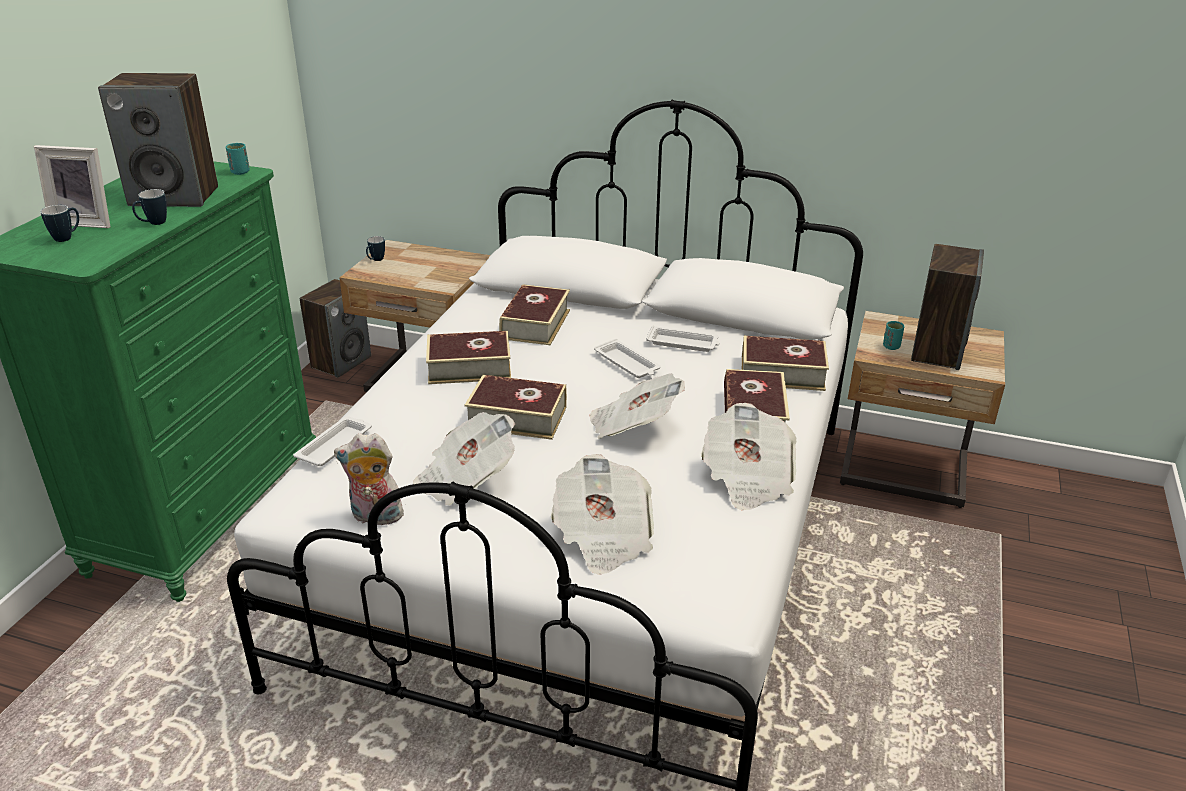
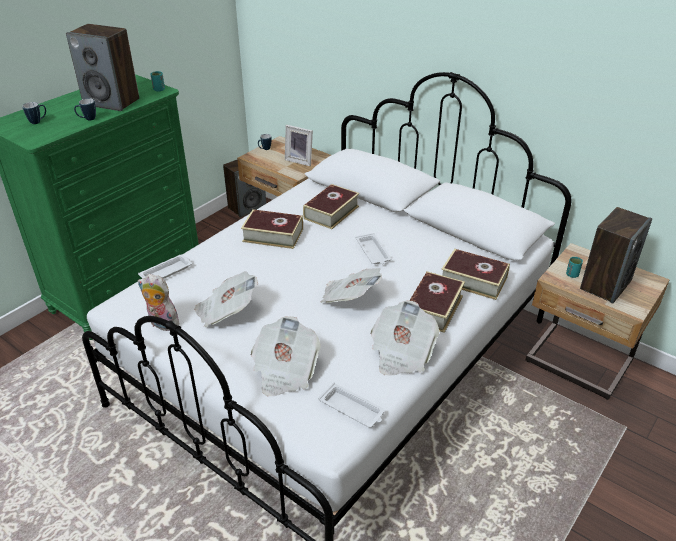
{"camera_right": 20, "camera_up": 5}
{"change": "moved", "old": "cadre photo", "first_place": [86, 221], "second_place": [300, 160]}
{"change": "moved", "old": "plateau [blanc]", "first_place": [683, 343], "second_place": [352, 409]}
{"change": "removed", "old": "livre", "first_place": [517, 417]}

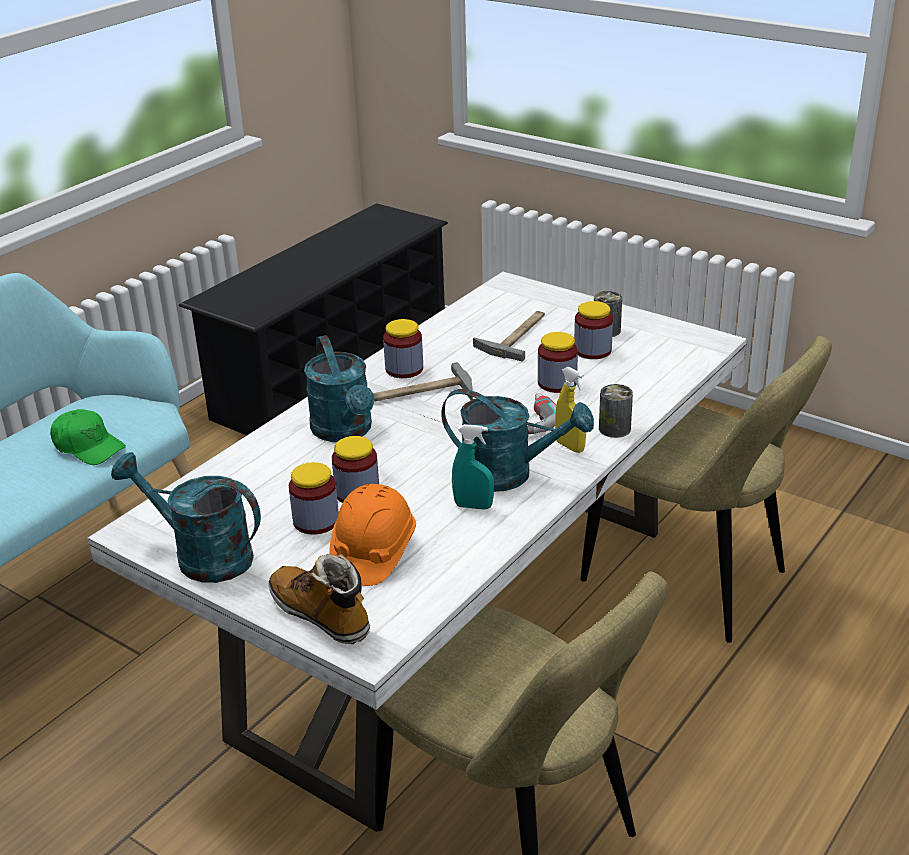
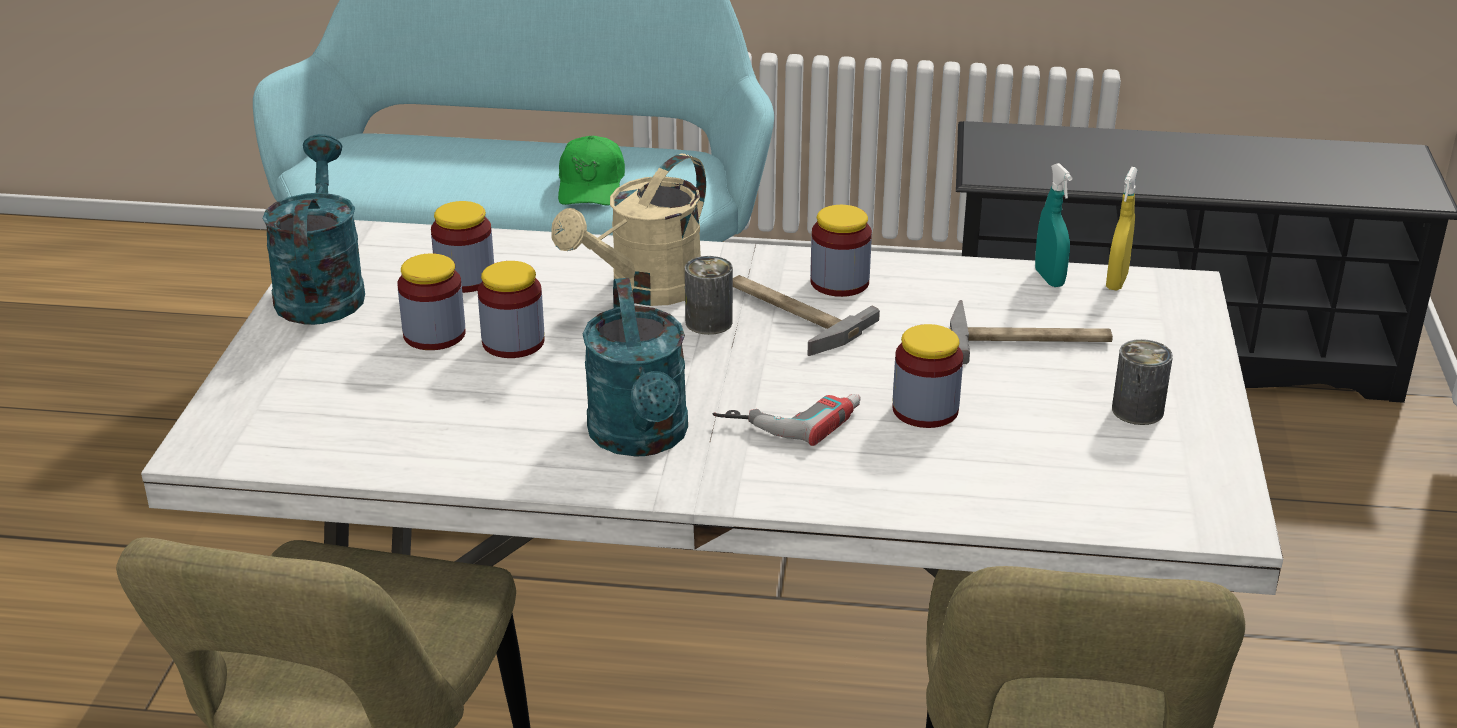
{"camera_right": 60, "camera_up": 0}
{"change": "moved", "old": "bocal", "first_place": [592, 350], "second_place": [465, 278]}
{"change": "recoloured", "old": "arrosoir [turquoise]", "new": "arrosoir [beige]", "first_place": [345, 432], "second_place": [645, 291]}
{"change": "moved", "old": "boîte métallique", "first_place": [614, 429], "second_place": [708, 322]}
{"change": "moved", "old": "vaporisateur [turquoise]", "first_place": [473, 506], "second_place": [1049, 278]}
{"change": "moved", "old": "vaporisateur [jaune]", "first_place": [570, 446], "second_place": [1116, 282]}
{"change": "removed", "old": "botte", "first_place": [321, 614]}
{"change": "removed", "old": "casque de chantier [orange]", "first_place": [373, 553]}

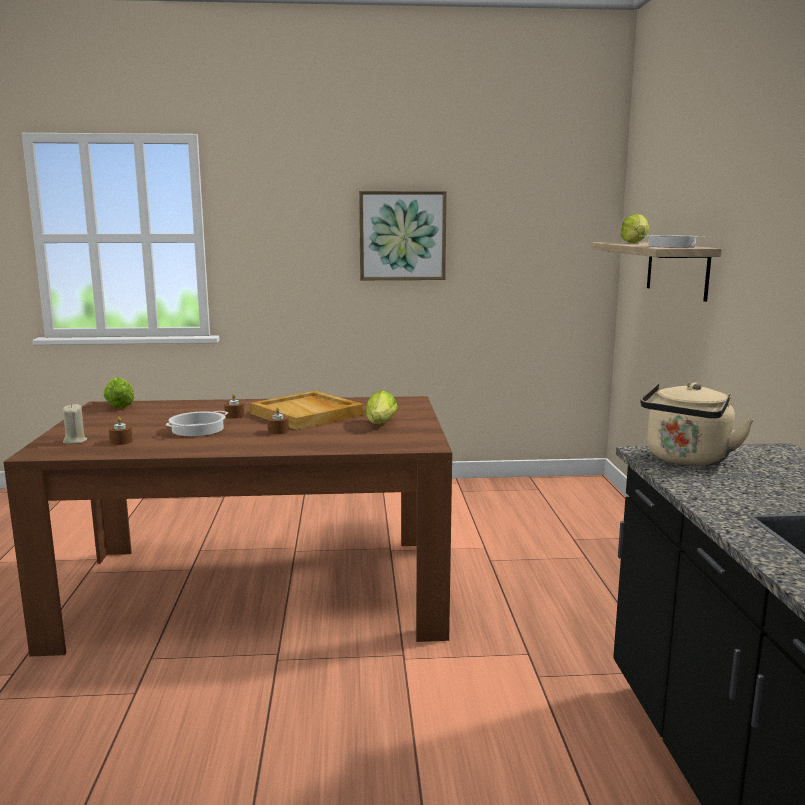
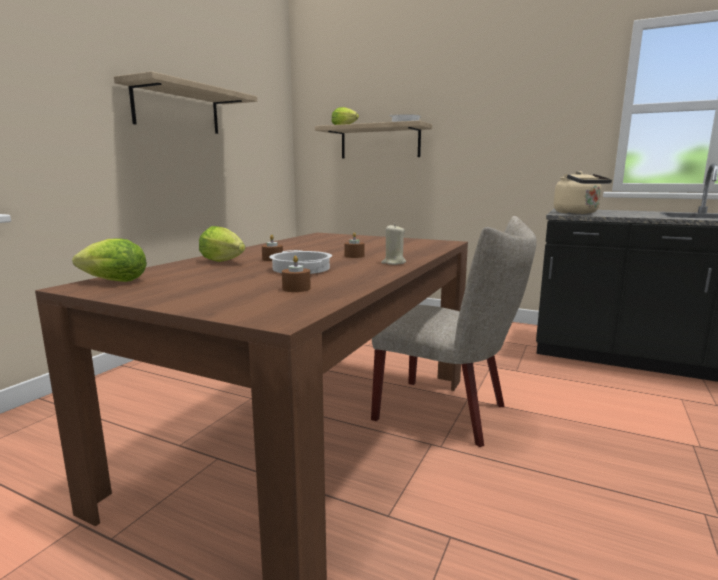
{"camera_right": -60, "camera_up": 0}
{"change": "replaced", "old": "tableau", "new": "étagère", "first_place": [402, 236], "second_place": [177, 109]}
{"change": "moved", "old": "laitue", "first_place": [380, 425], "second_place": [225, 262]}
{"change": "added", "new": "chaise [beige]", "second_place": [449, 413]}
{"change": "moved", "old": "bougie [beige]", "first_place": [75, 441], "second_place": [393, 263]}
{"change": "removed", "old": "plateau [beige]", "first_place": [307, 414]}

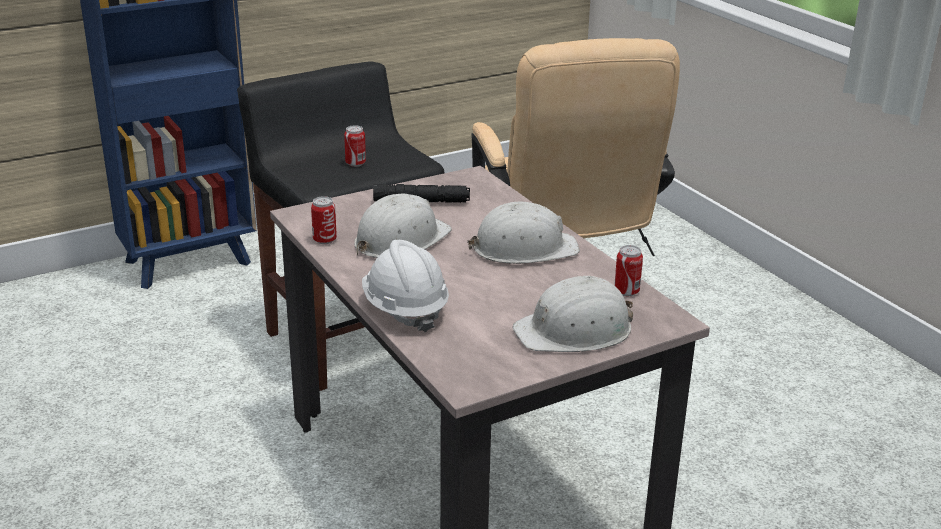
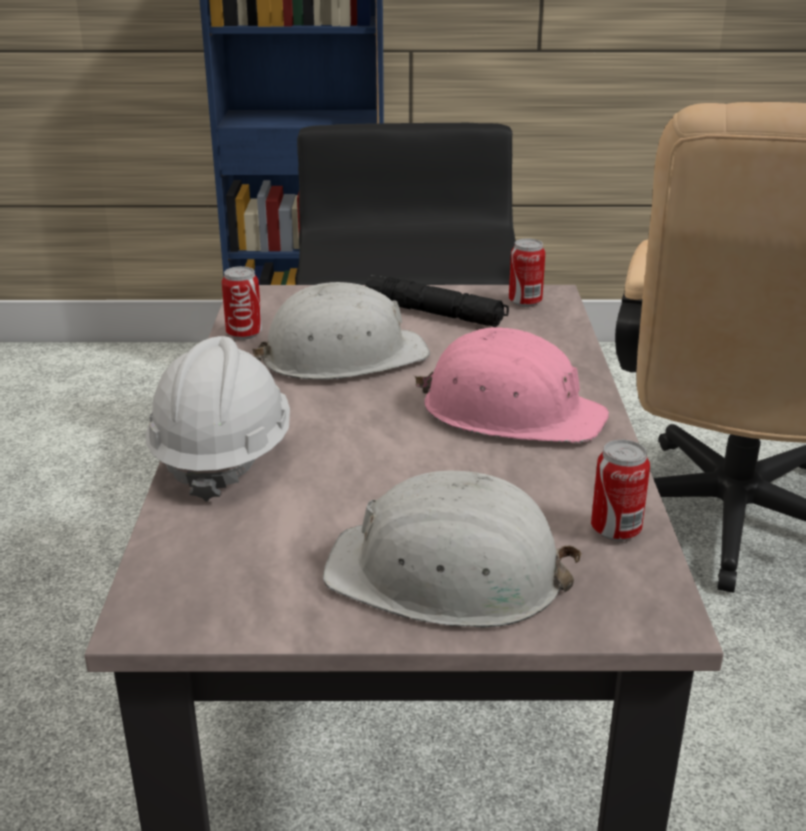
{"camera_right": 30, "camera_up": 0}
{"change": "recoloured", "old": "casque de chantier [blanc]", "new": "casque de chantier [rose]", "first_place": [523, 248], "second_place": [510, 412]}
{"change": "moved", "old": "boîte métallique", "first_place": [355, 163], "second_place": [525, 302]}

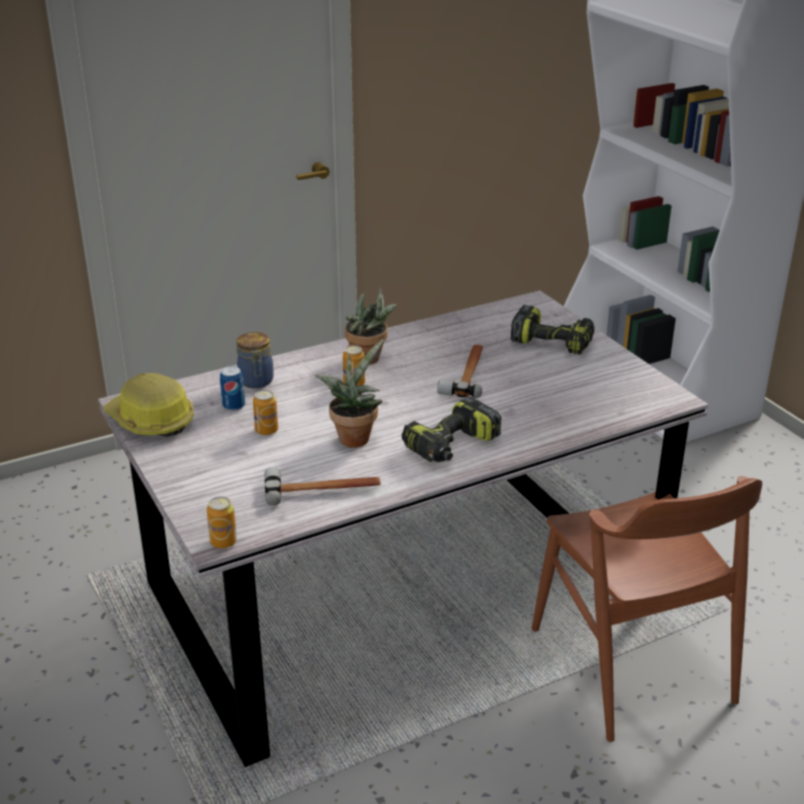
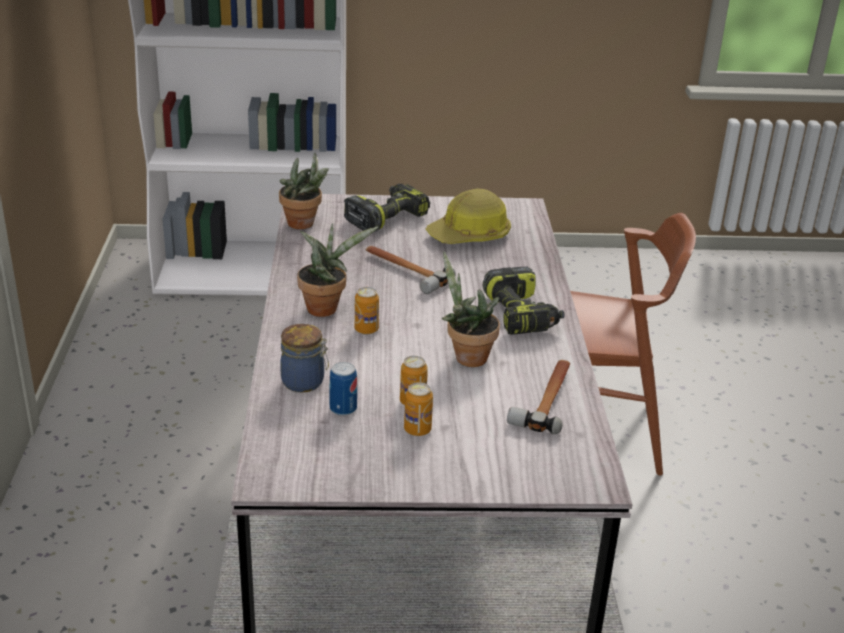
{"camera_right": -65, "camera_up": 0}
{"change": "added", "new": "plante en pot", "second_place": [304, 224]}
{"change": "moved", "old": "boîte métallique", "first_place": [223, 542], "second_place": [417, 430]}
{"change": "moved", "old": "casque de chantier", "first_place": [151, 421], "second_place": [470, 235]}

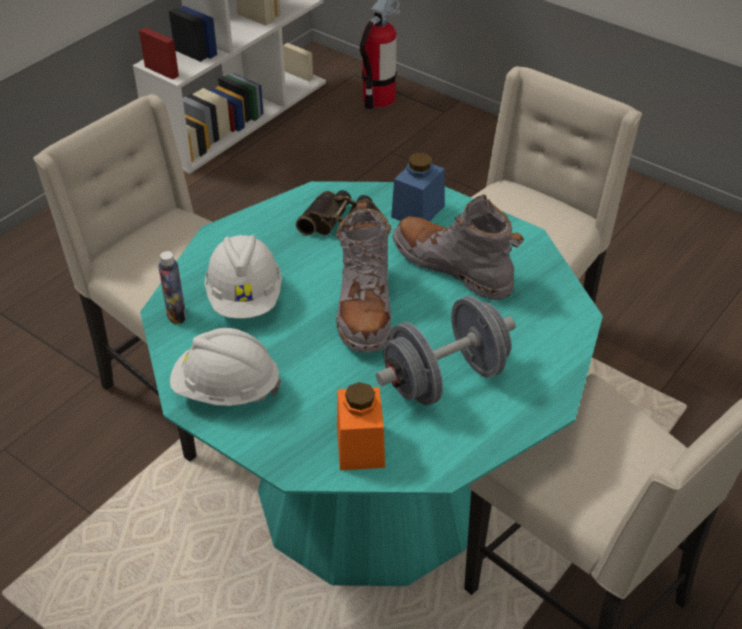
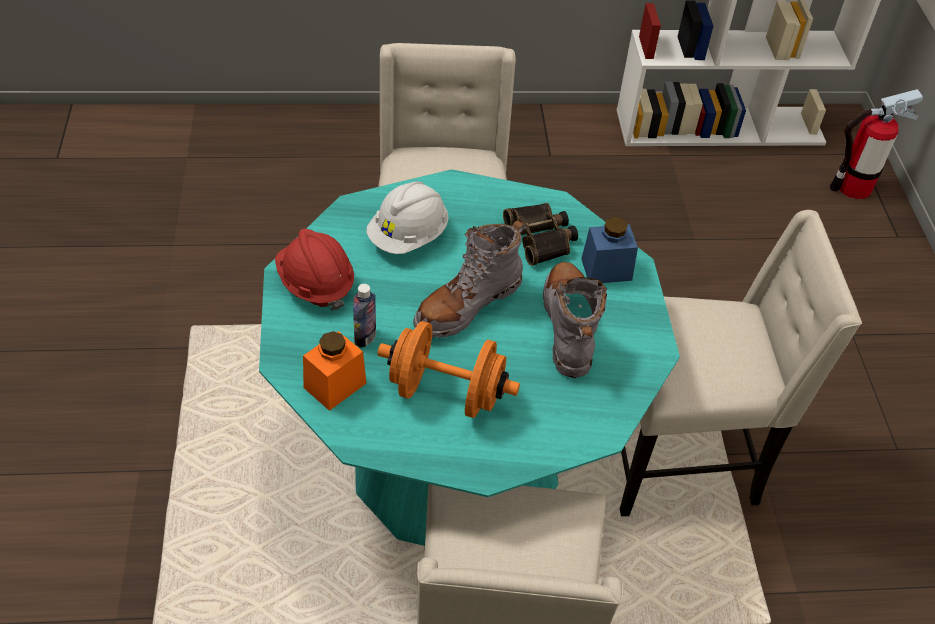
{"camera_right": 45, "camera_up": 5}
{"change": "recoloured", "old": "casque de chantier [blanc]", "new": "casque de chantier [rouge]", "first_place": [226, 390], "second_place": [315, 283]}
{"change": "moved", "old": "bouteille", "first_place": [176, 314], "second_place": [365, 338]}
{"change": "recoloured", "old": "haltère [gris]", "new": "haltère [orange]", "first_place": [445, 379], "second_place": [446, 393]}

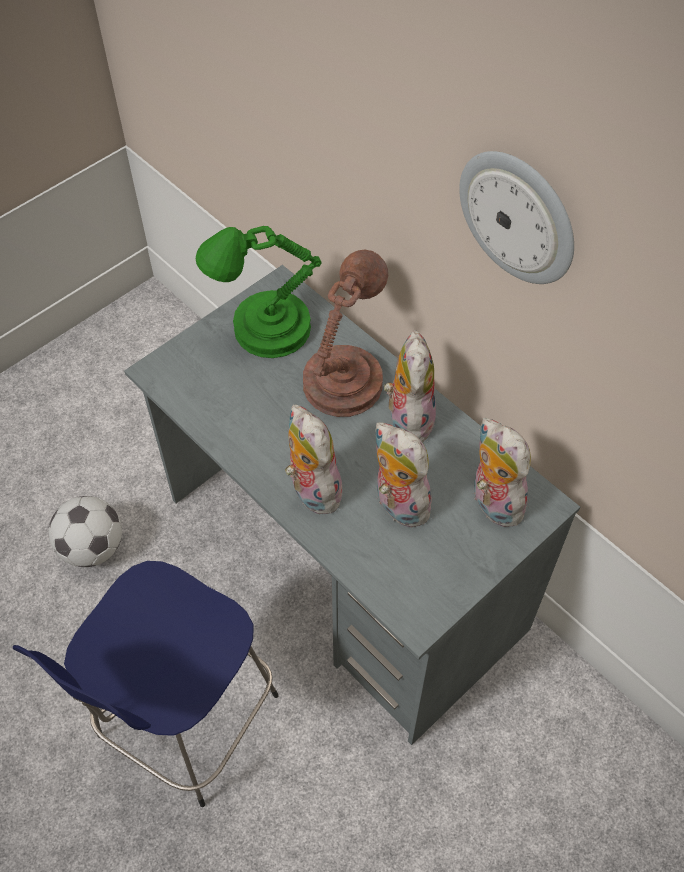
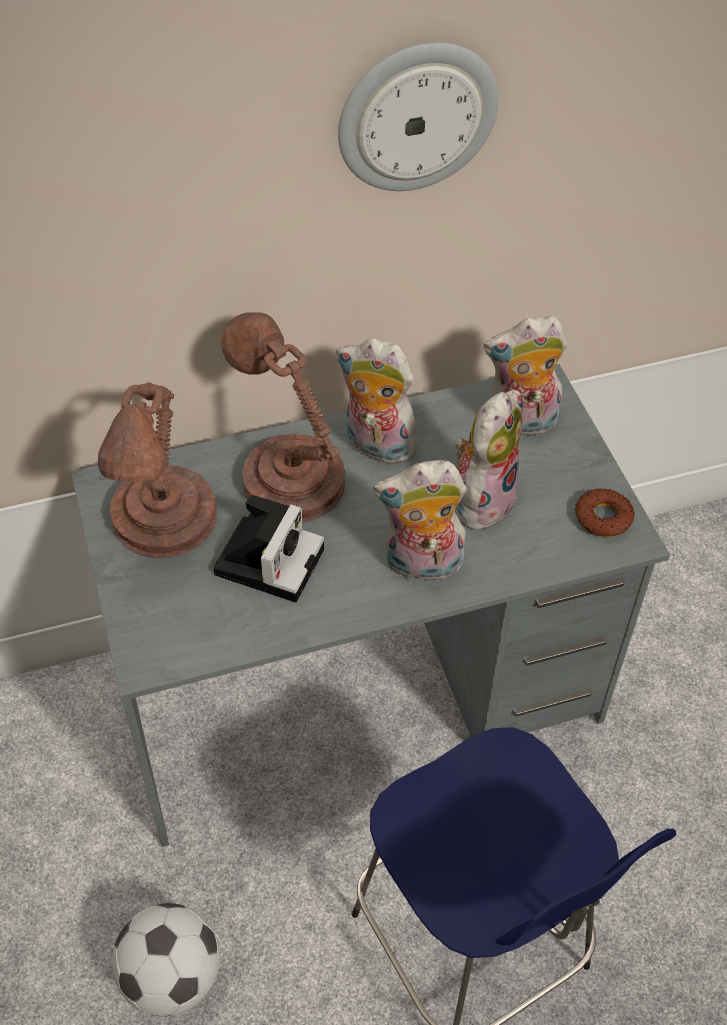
{"camera_right": -65, "camera_up": -5}
{"change": "recoloured", "old": "lampe de table [vert]", "new": "lampe de table [marron]", "first_place": [265, 330], "second_place": [163, 524]}
{"change": "added", "new": "appareil photo", "second_place": [269, 558]}
{"change": "turned", "old": "peluche", "first_place": [397, 504], "second_place": [481, 499], "degrees": 135}
{"change": "added", "new": "beignet", "second_place": [603, 517]}

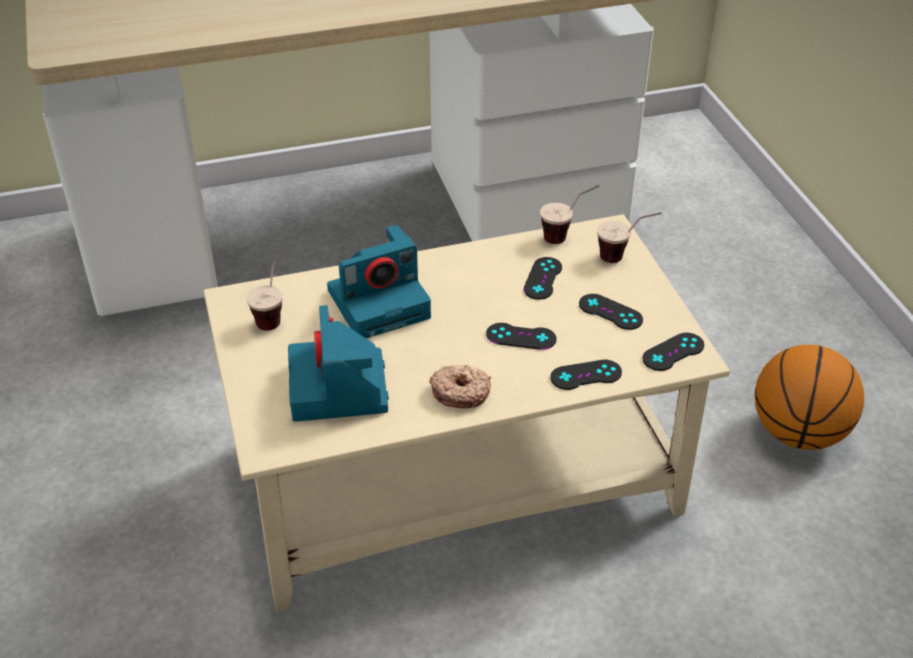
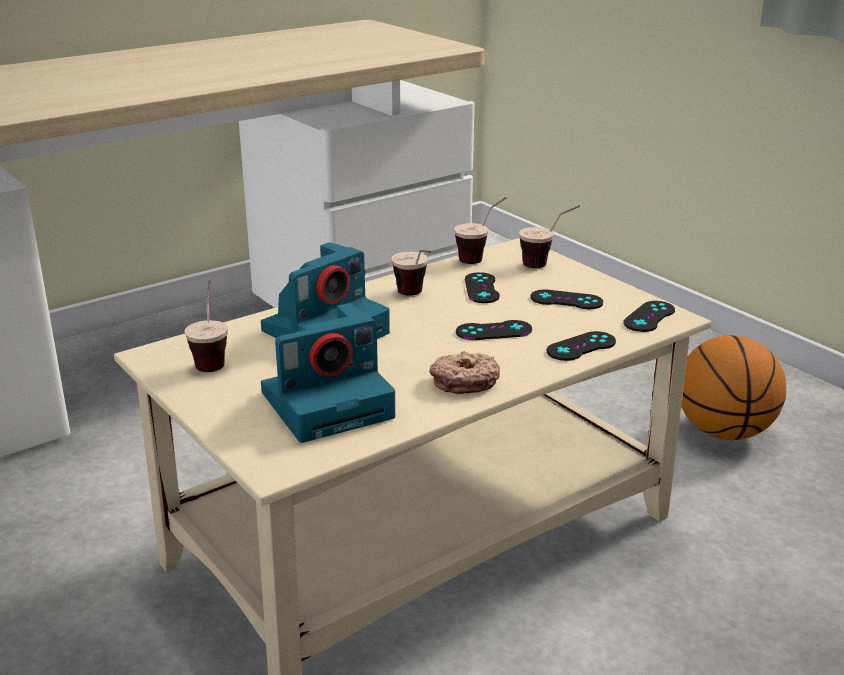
{"camera_right": -20, "camera_up": -15}
{"change": "turned", "old": "appareil photo", "first_place": [339, 389], "second_place": [329, 403], "degrees": -90}
{"change": "added", "new": "tasse", "second_place": [416, 297]}

